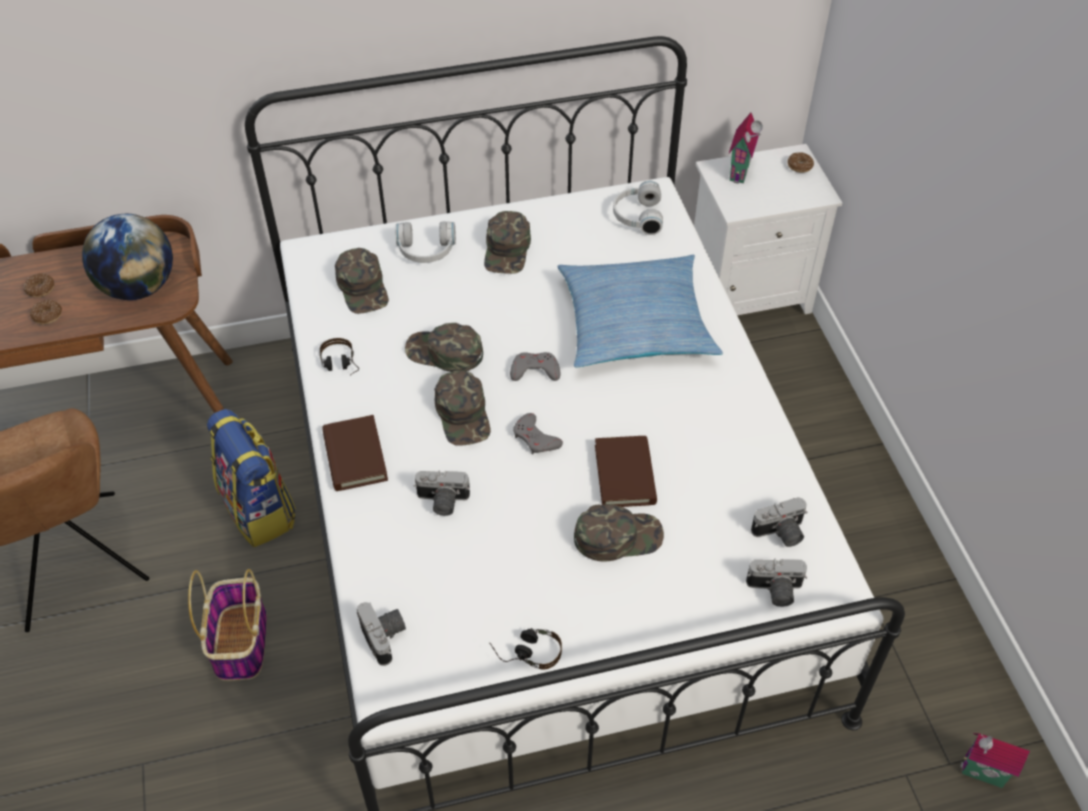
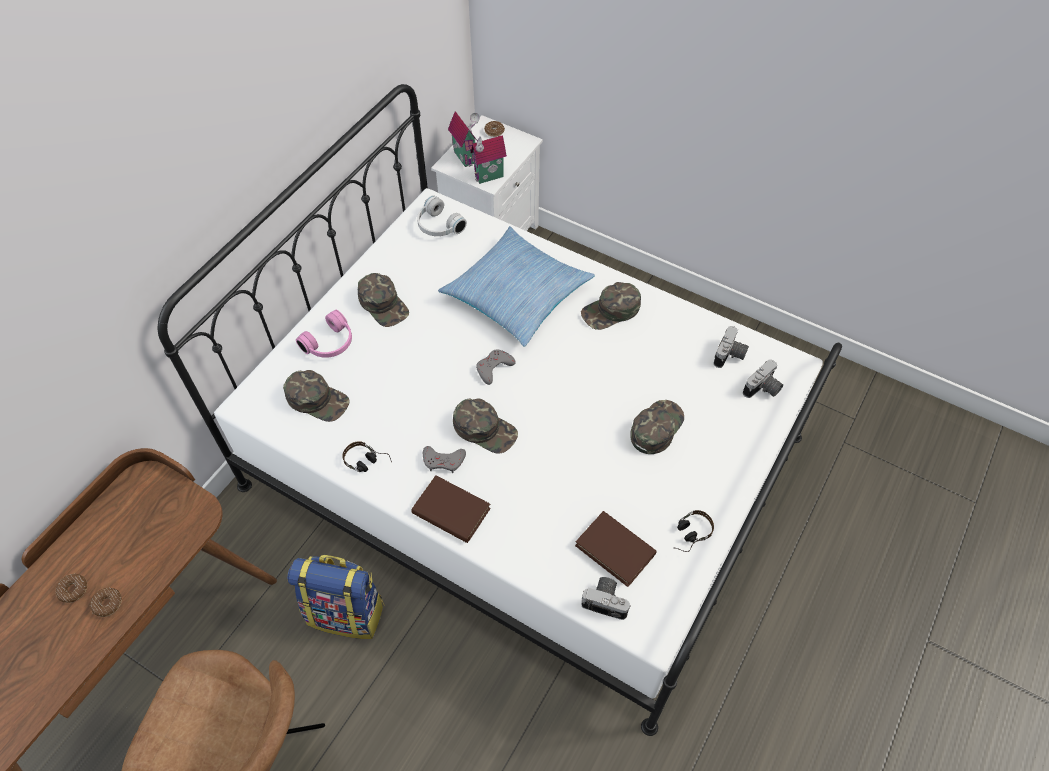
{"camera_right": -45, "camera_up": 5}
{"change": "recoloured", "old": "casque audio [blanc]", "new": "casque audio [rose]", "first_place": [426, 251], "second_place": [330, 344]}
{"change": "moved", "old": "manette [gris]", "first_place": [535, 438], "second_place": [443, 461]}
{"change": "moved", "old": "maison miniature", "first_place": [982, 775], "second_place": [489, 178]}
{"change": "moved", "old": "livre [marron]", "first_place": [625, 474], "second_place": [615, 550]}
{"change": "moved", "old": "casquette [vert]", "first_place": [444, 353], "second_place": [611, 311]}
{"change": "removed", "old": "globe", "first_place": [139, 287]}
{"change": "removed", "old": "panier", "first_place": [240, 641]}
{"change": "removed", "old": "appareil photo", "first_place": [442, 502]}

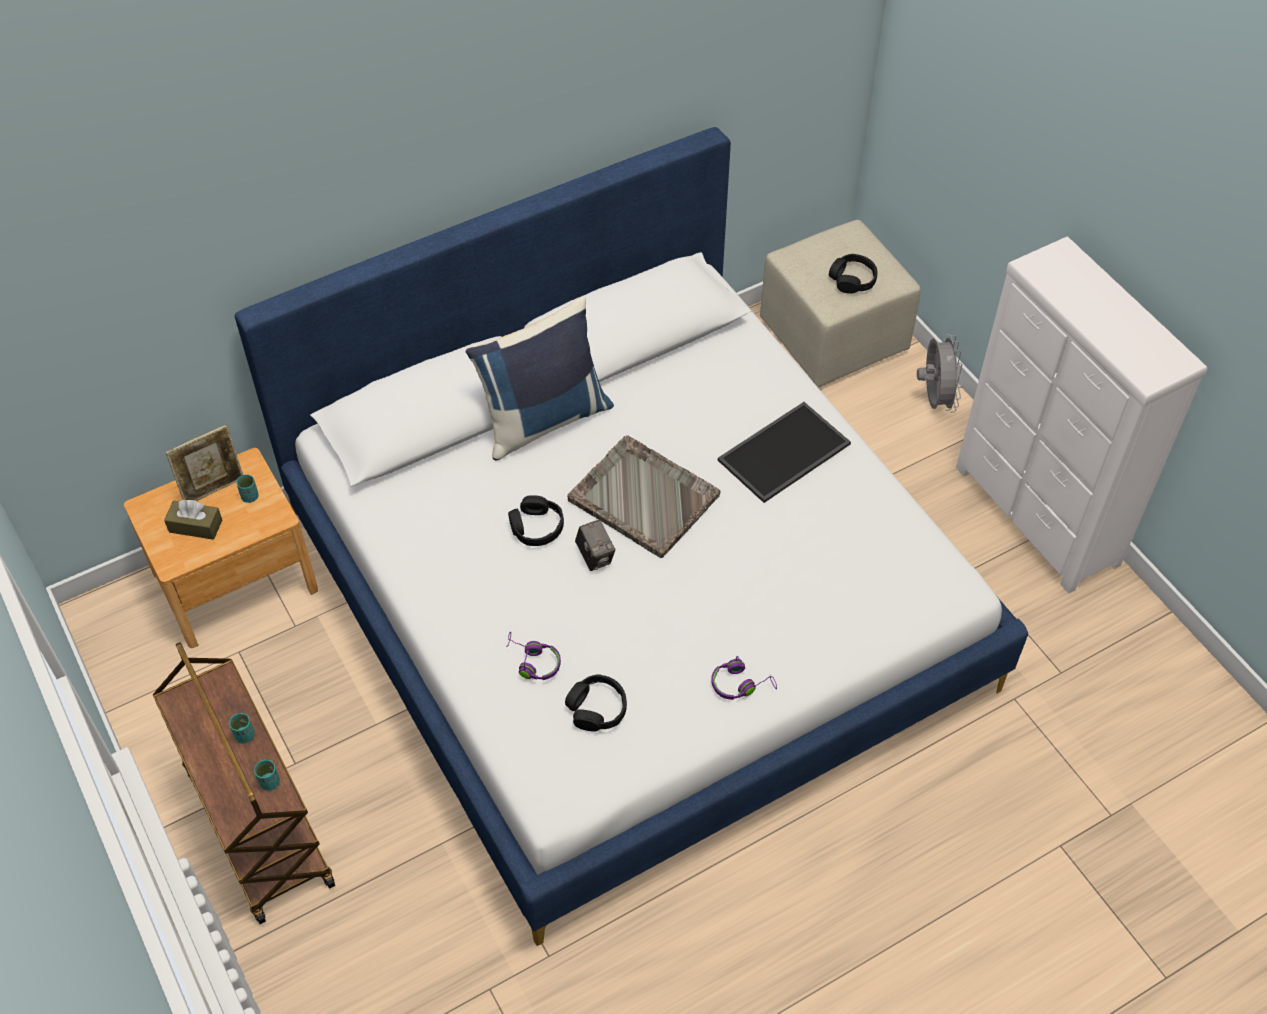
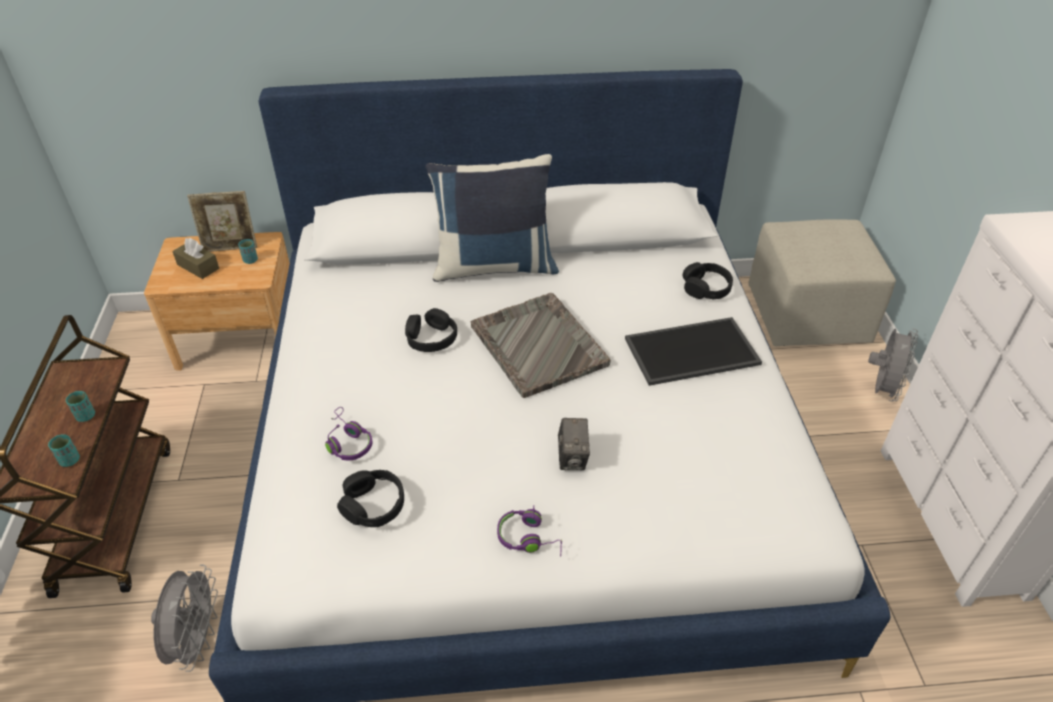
{"camera_right": 25, "camera_up": -10}
{"change": "added", "new": "ventilateur [gris]", "second_place": [197, 641]}
{"change": "moved", "old": "appareil photo", "first_place": [595, 556], "second_place": [572, 458]}
{"change": "moved", "old": "casque audio [noir]", "first_place": [852, 279], "second_place": [706, 288]}

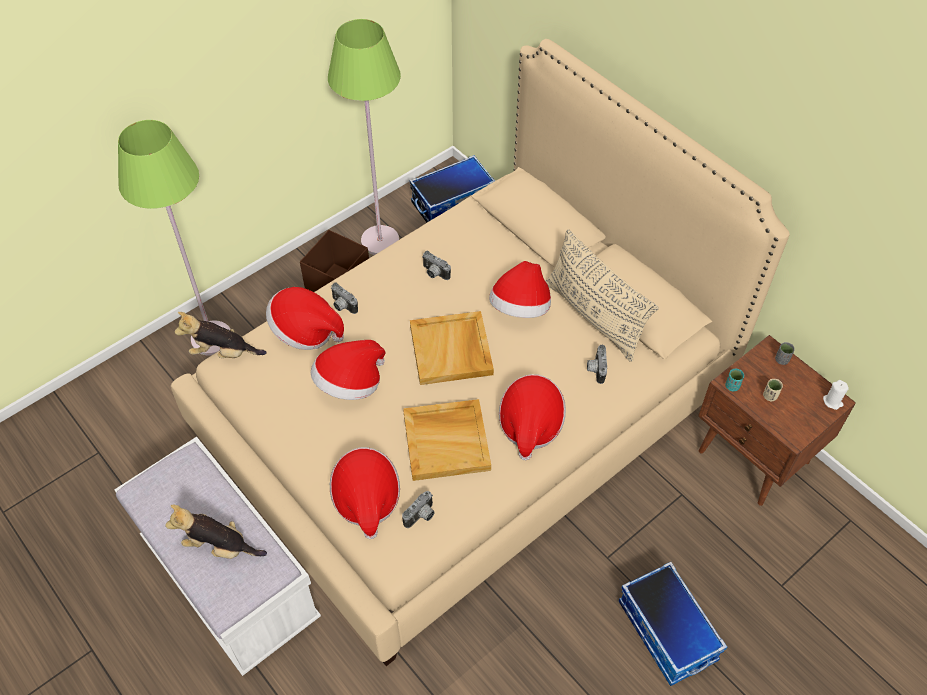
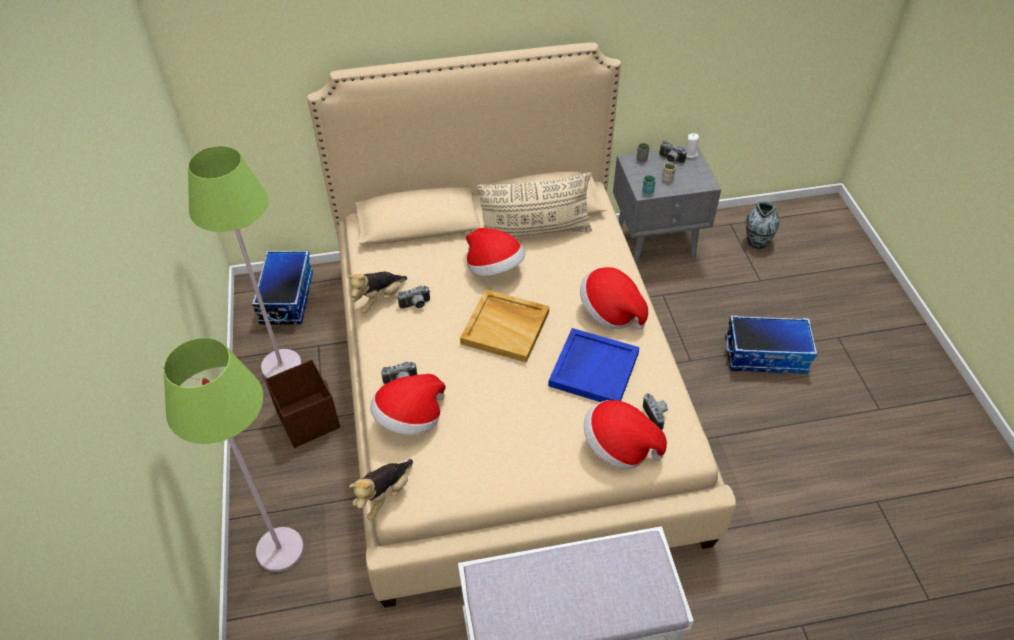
{"camera_right": -60, "camera_up": -5}
{"change": "moved", "old": "peluche", "first_place": [220, 546], "second_place": [379, 299]}
{"change": "recoloured", "old": "plateau [beige]", "new": "plateau [bleu]", "first_place": [447, 441], "second_place": [593, 368]}
{"change": "recoloured", "old": "table de chevet [marron]", "new": "table de chevet [gris]", "first_place": [754, 458], "second_place": [656, 244]}
{"change": "moved", "old": "appareil photo", "first_place": [595, 369], "second_place": [670, 160]}
{"change": "added", "new": "vase", "second_place": [757, 241]}
{"change": "removed", "old": "chapeau", "first_place": [350, 384]}

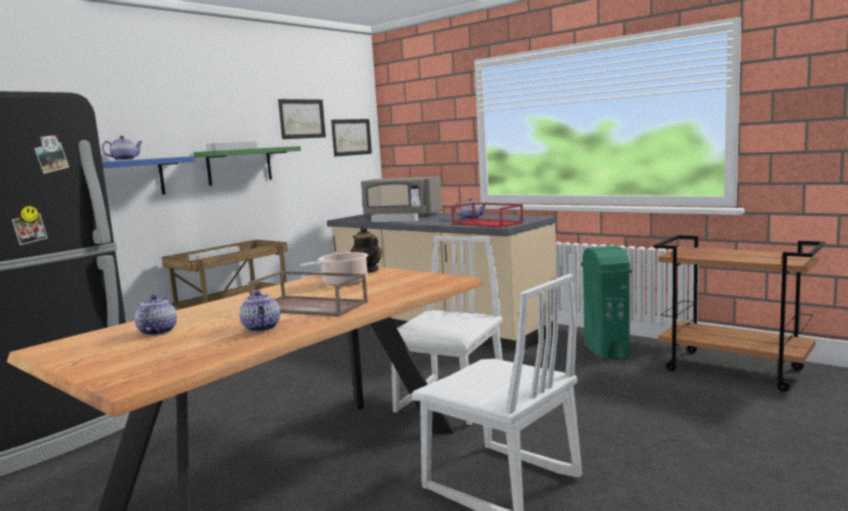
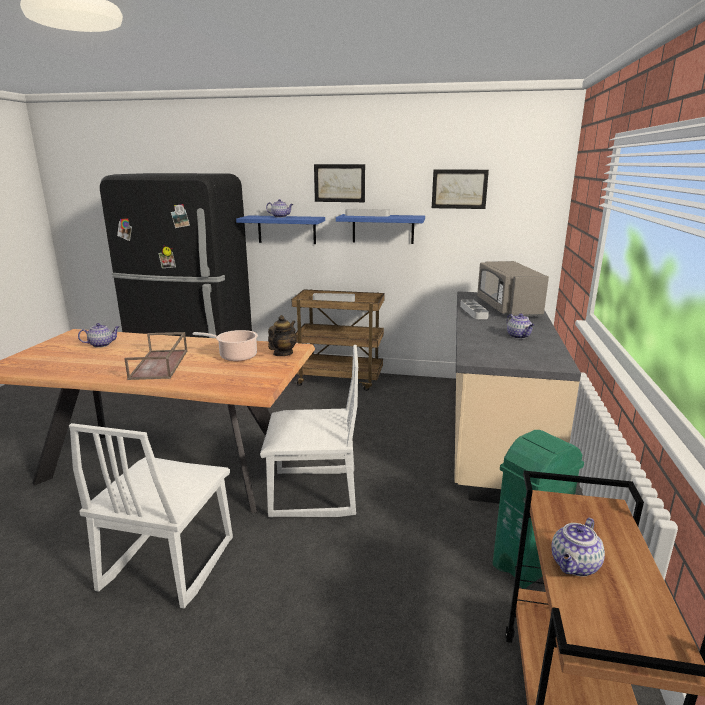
{"camera_right": 60, "camera_up": 10}
{"change": "moved", "old": "tableau", "first_place": [351, 137], "second_place": [339, 183]}
{"change": "recoloured", "old": "étagère [vert]", "new": "étagère [bleu]", "first_place": [239, 166], "second_place": [383, 229]}
{"change": "moved", "old": "théière", "first_place": [262, 328], "second_place": [574, 566]}
{"change": "removed", "old": "plateau [rouge]", "first_place": [488, 223]}

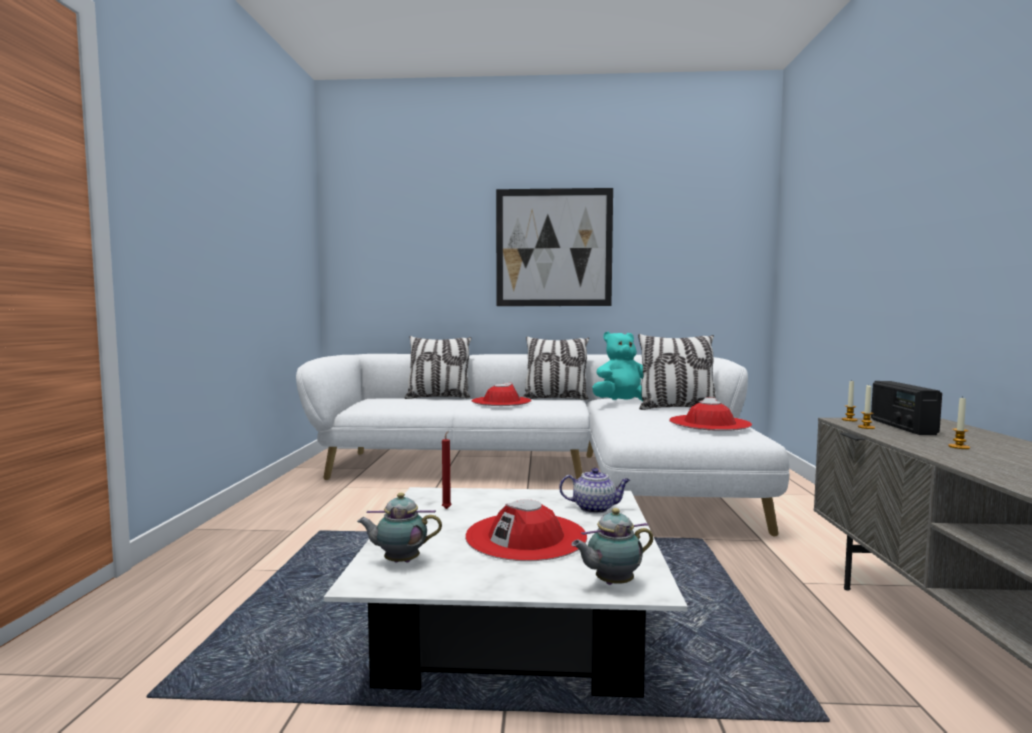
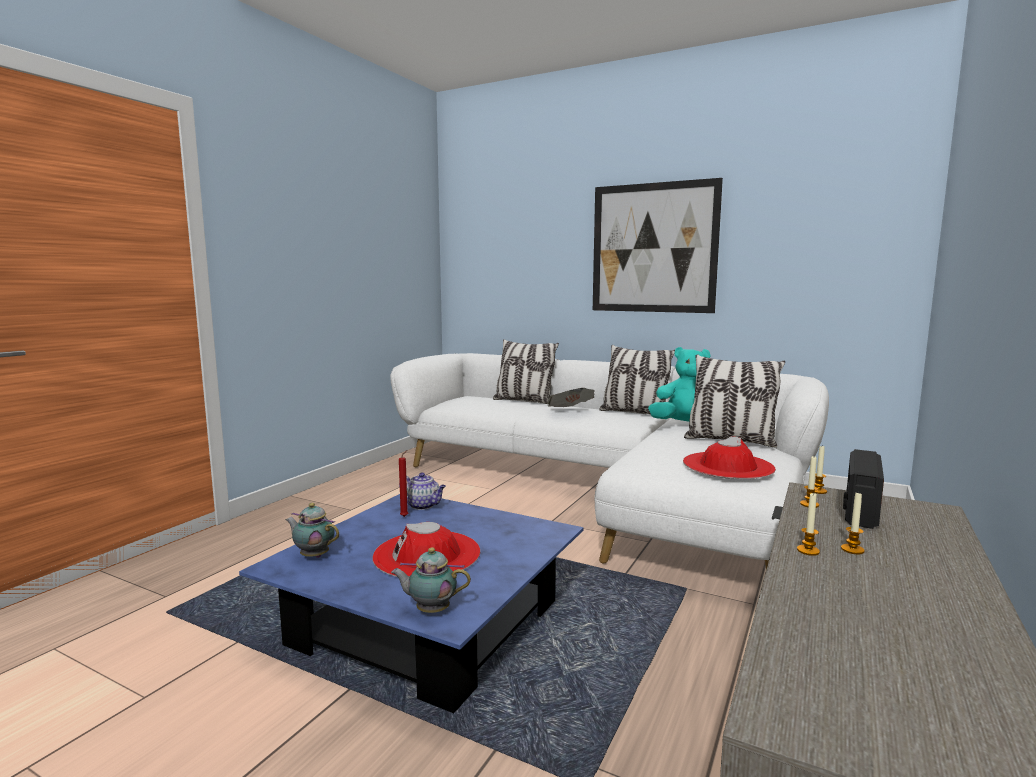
{"camera_right": 25, "camera_up": 5}
{"change": "recoloured", "old": "table basse [blanc]", "new": "table basse [bleu]", "first_place": [514, 620], "second_place": [429, 623]}
{"change": "moved", "old": "théière", "first_place": [595, 508], "second_place": [423, 505]}
{"change": "replaced", "old": "chapeau [rouge]", "new": "journal", "first_place": [501, 401], "second_place": [570, 411]}
{"change": "added", "new": "bougie", "second_place": [808, 551]}

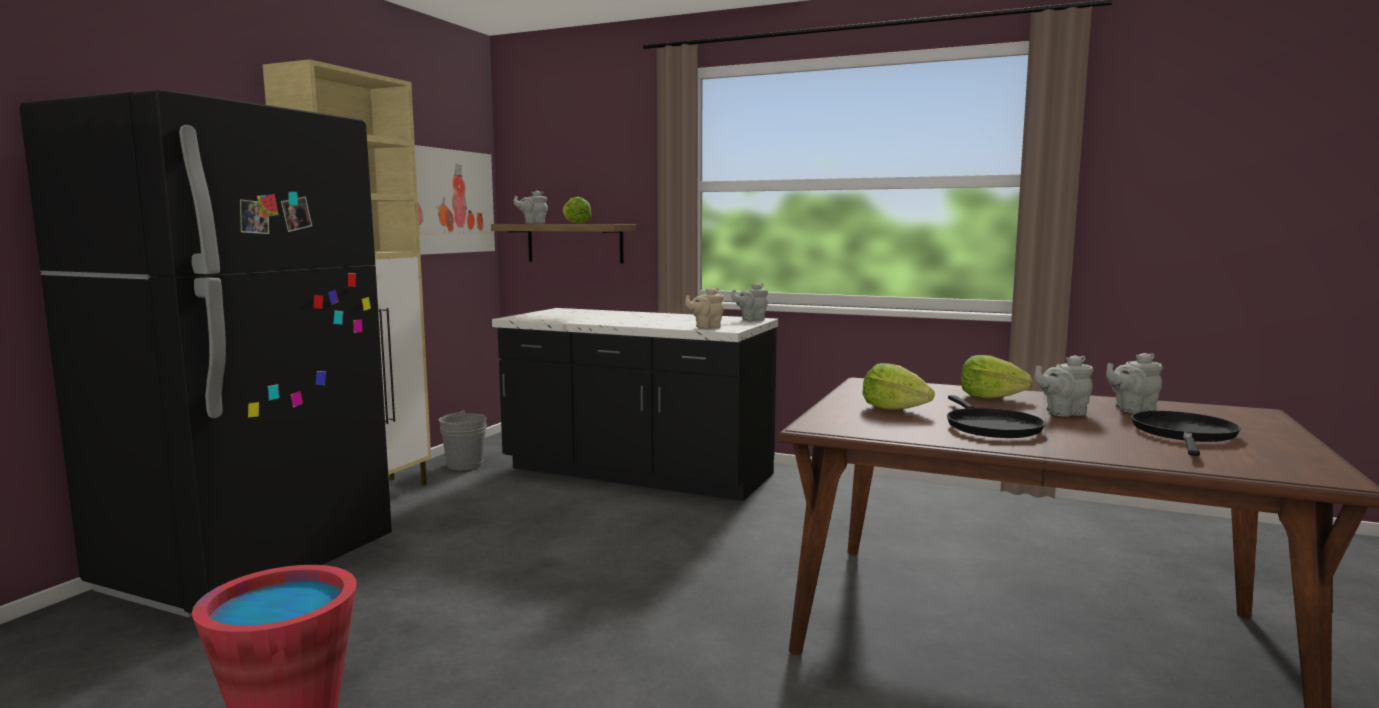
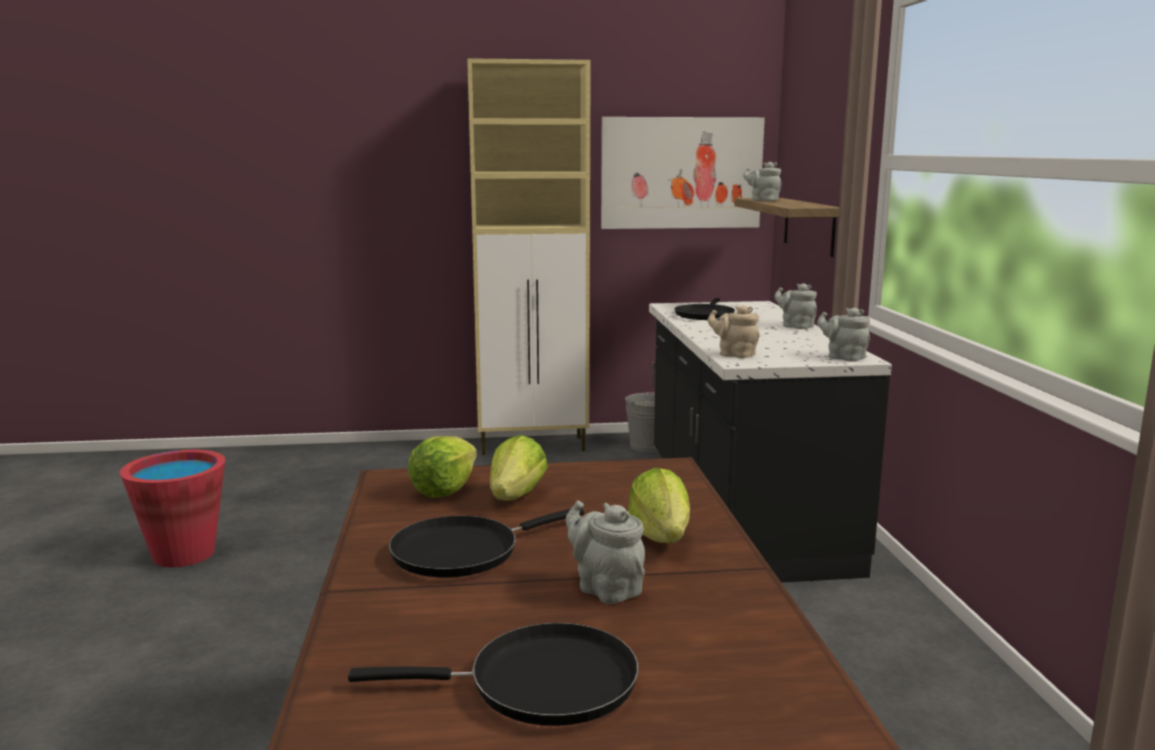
{"camera_right": 60, "camera_up": 5}
{"change": "moved", "old": "laitue", "first_place": [575, 223], "second_place": [444, 489]}
{"change": "added", "new": "poêle [noir]", "second_place": [705, 315]}
{"change": "moved", "old": "théière [gris]", "first_place": [1132, 409], "second_place": [795, 326]}
{"change": "removed", "old": "réfrigérateur [noir]", "first_place": [249, 566]}

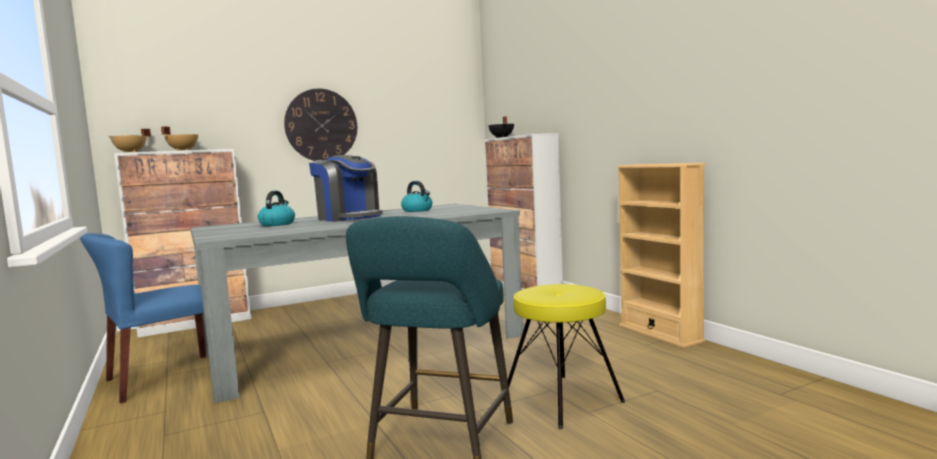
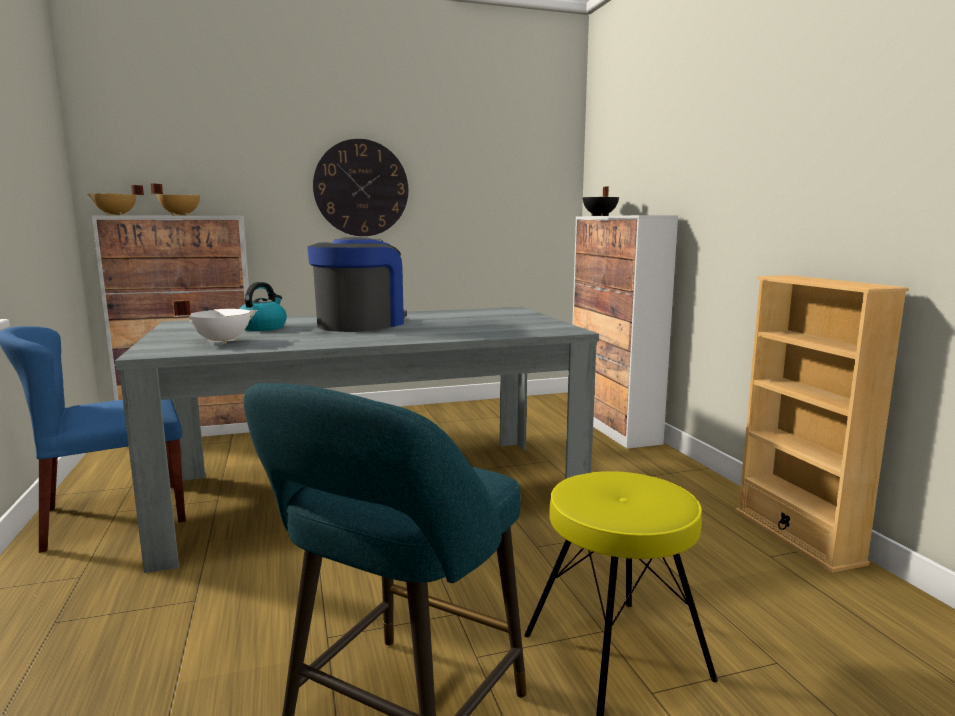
{"camera_right": 10, "camera_up": 5}
{"change": "added", "new": "marmite [blanc]", "second_place": [221, 341]}
{"change": "turned", "old": "machine à café", "first_place": [349, 218], "second_place": [361, 324], "degrees": -120}
{"change": "removed", "old": "bouilloire", "first_place": [417, 210]}

